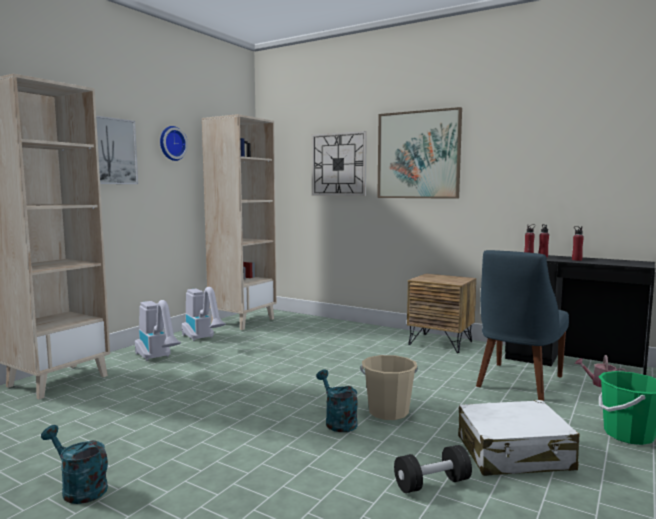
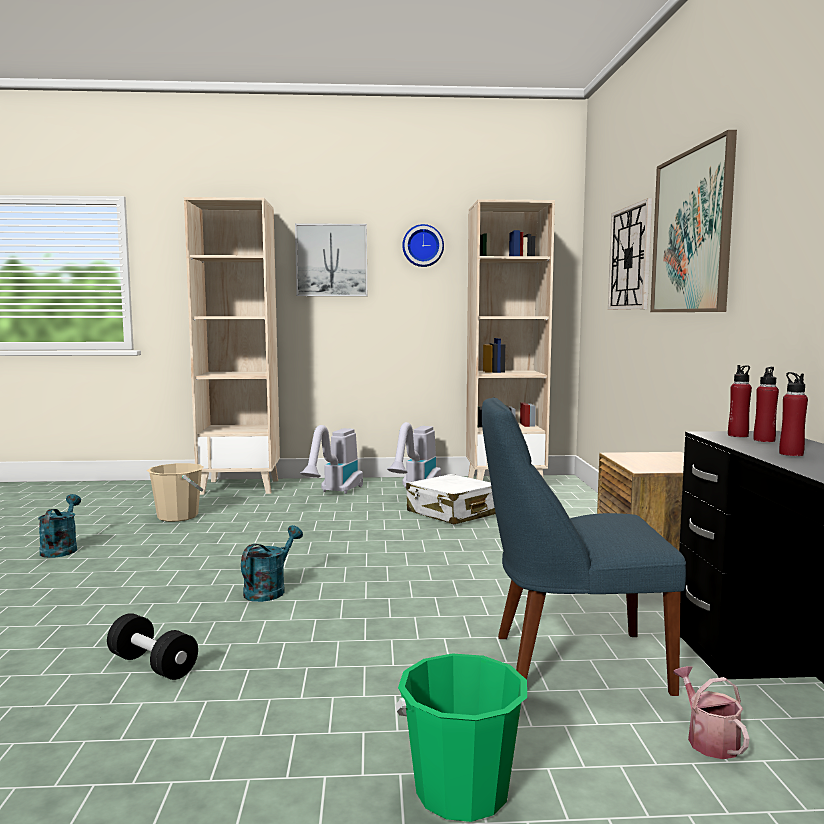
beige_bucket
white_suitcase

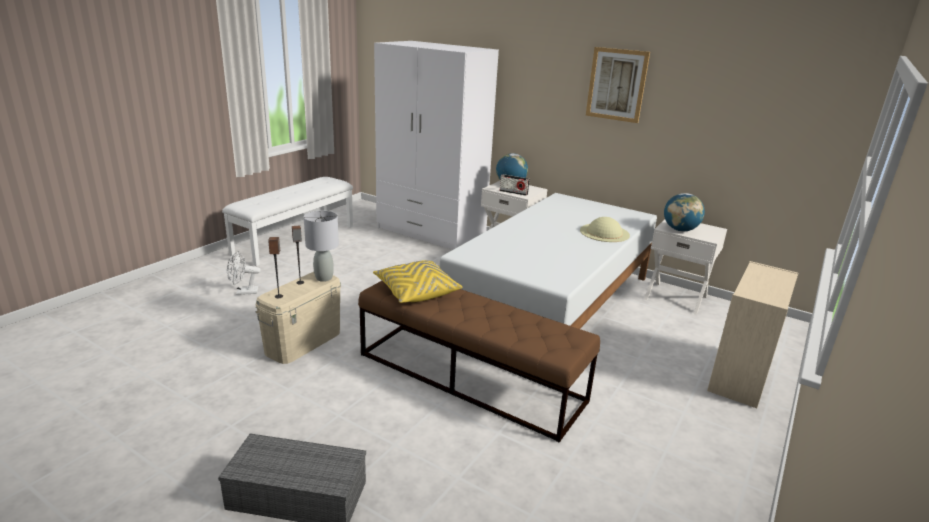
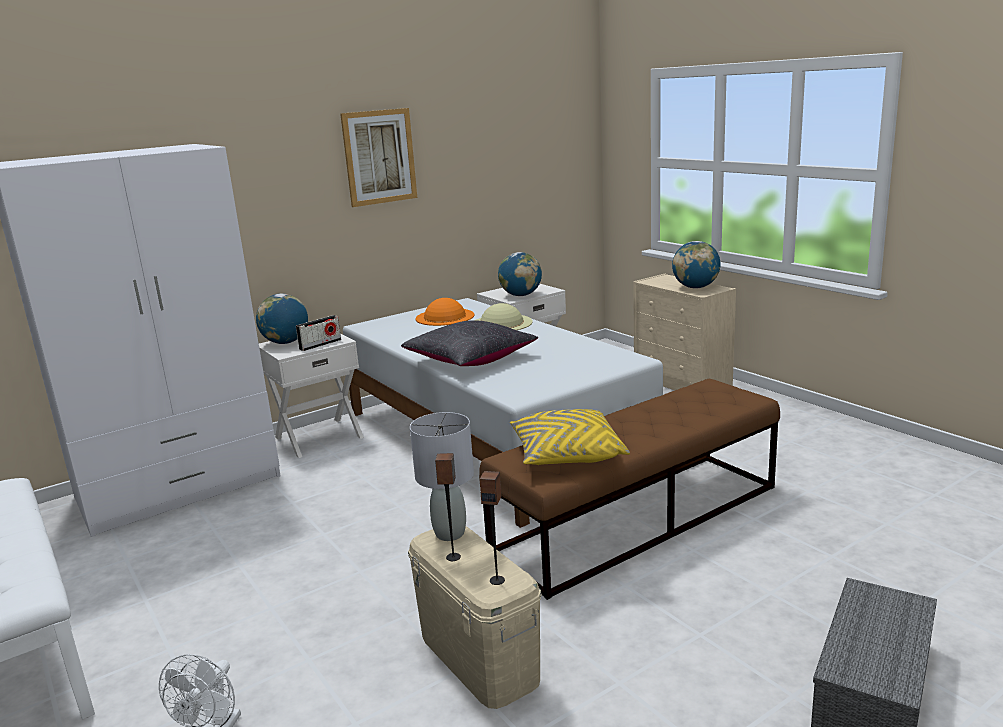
black_pillow
orange_hat
globe (3rd from left)

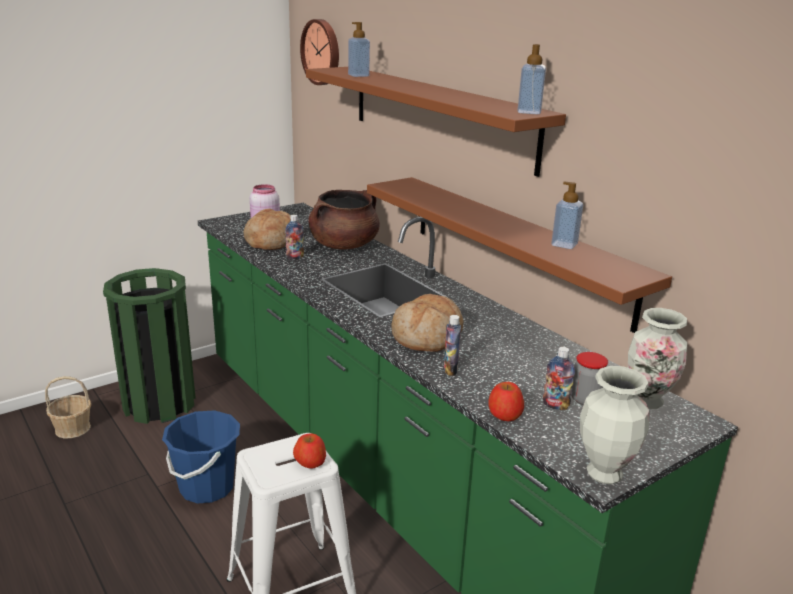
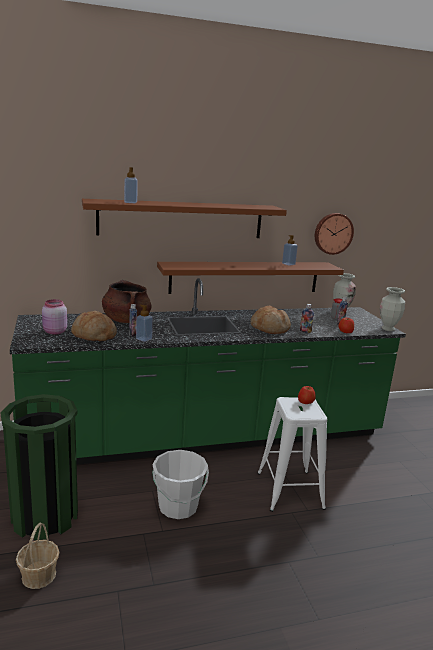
soap_dispenser (2nd from left)
white_bucket
wall_clock

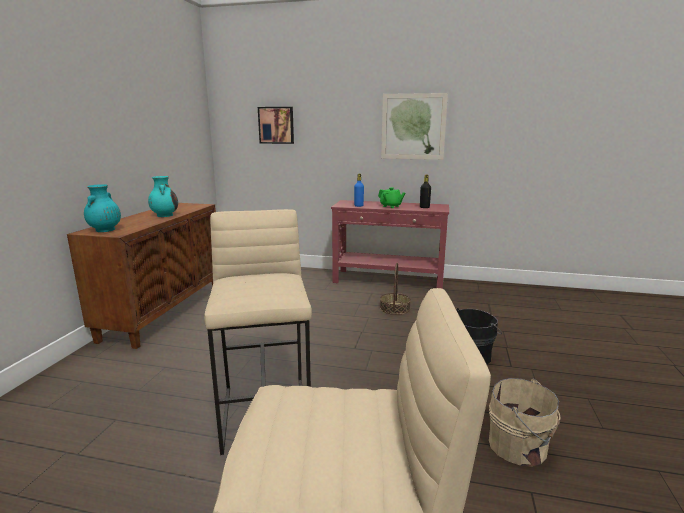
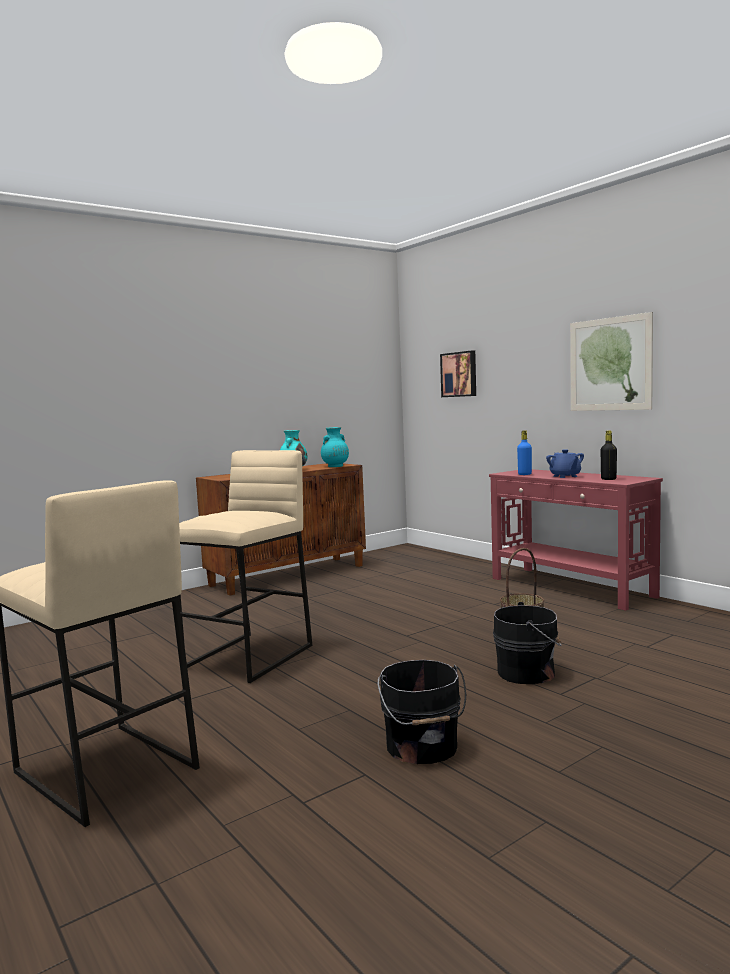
turquoise_vase (2nd from left)
black_bucket (1st from left)
blue_teapot

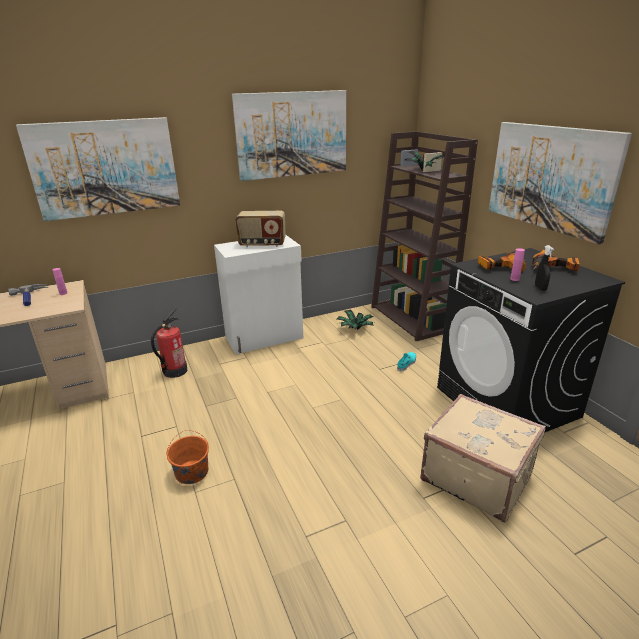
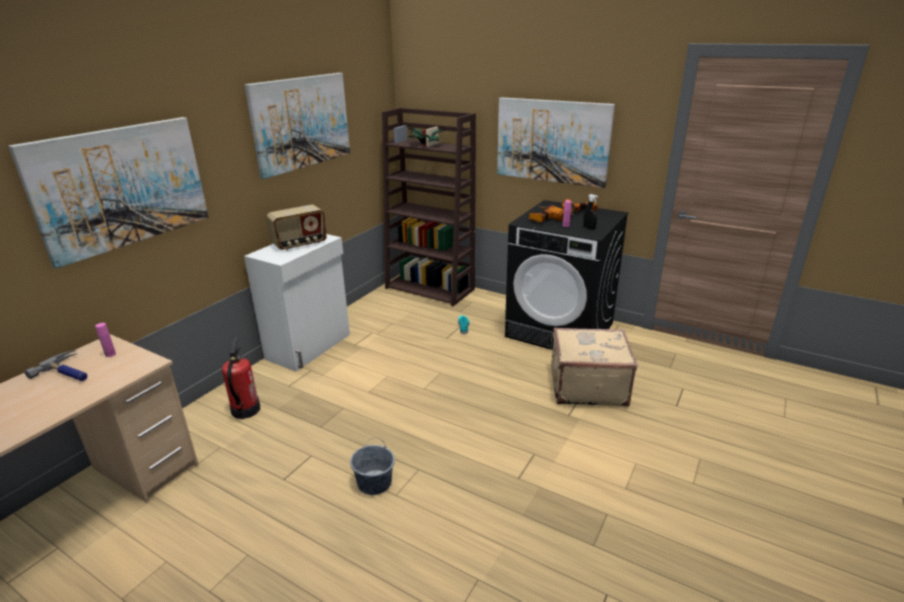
grey_bucket
potted_plant (1st from left in the first image)

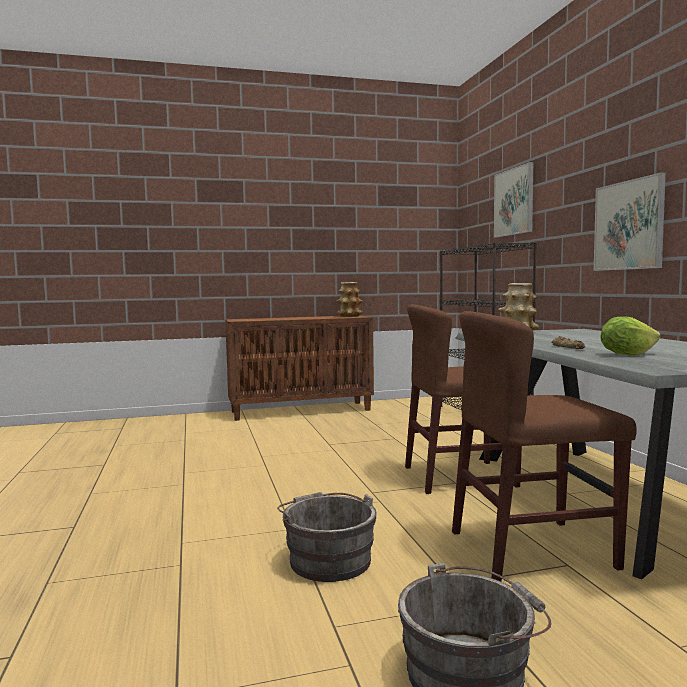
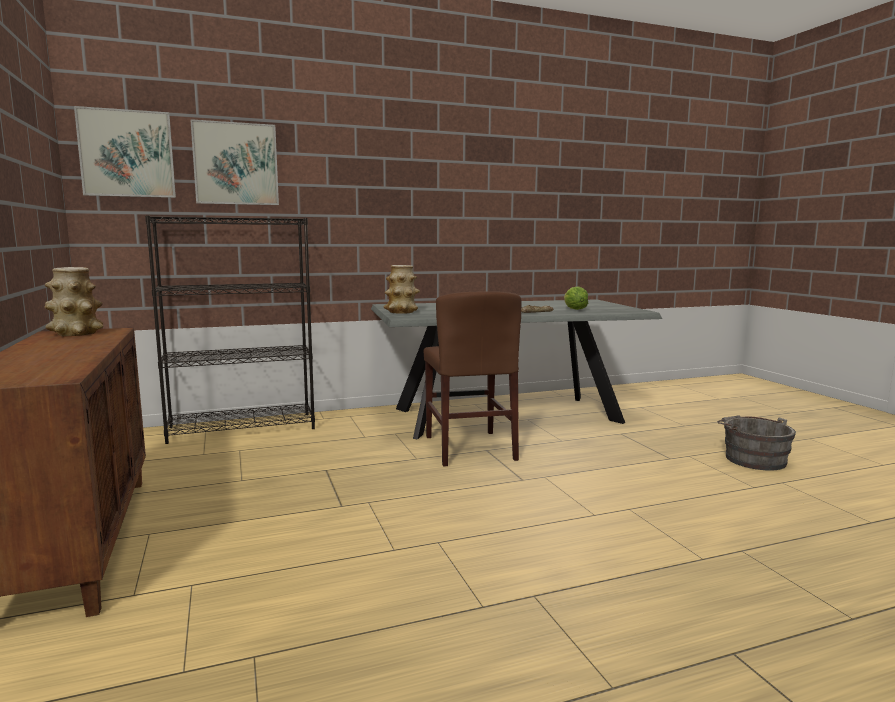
picture (1st from left)
grey_bucket (1st from left in the first image)
brown_chair (2nd from left in the first image)

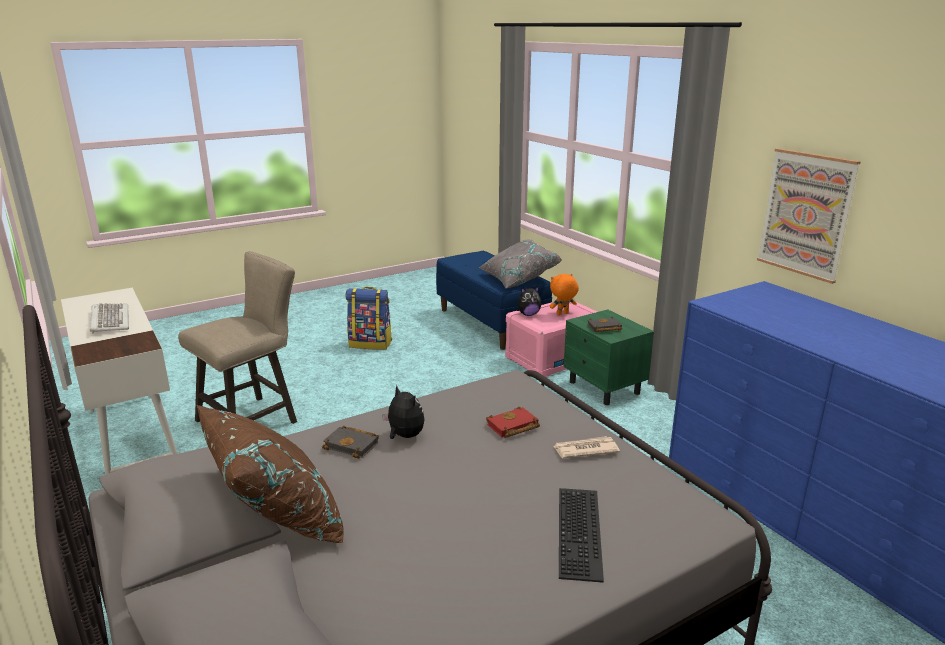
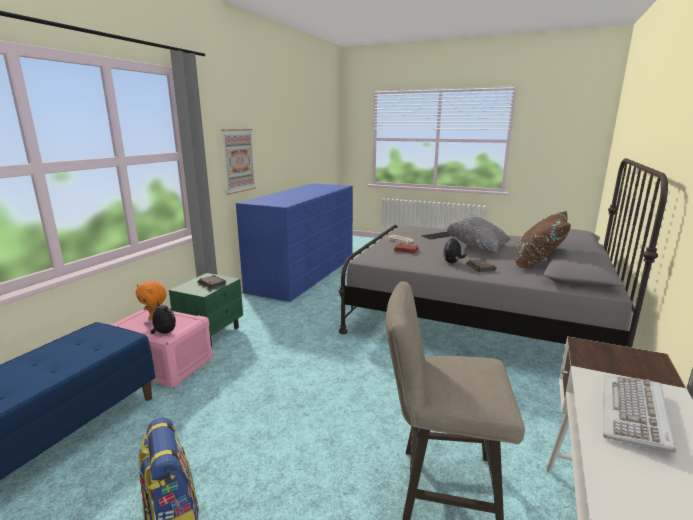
grey_pillow

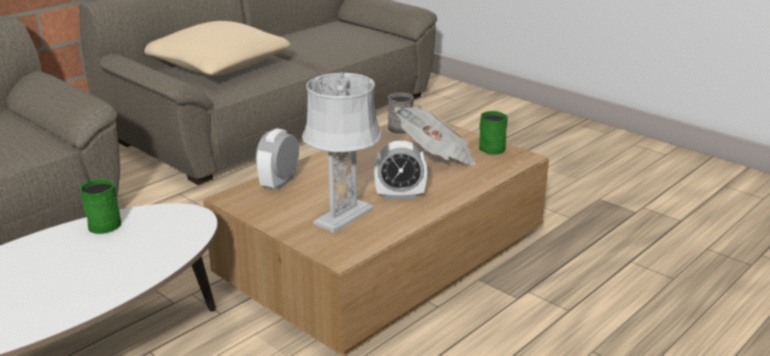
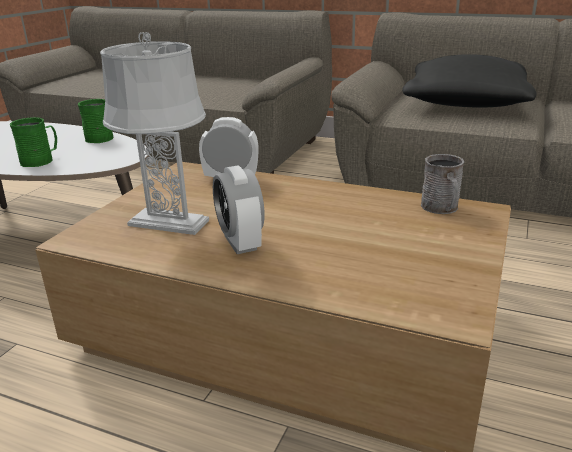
green_mug (1st from left)
black_pillow
newspaper

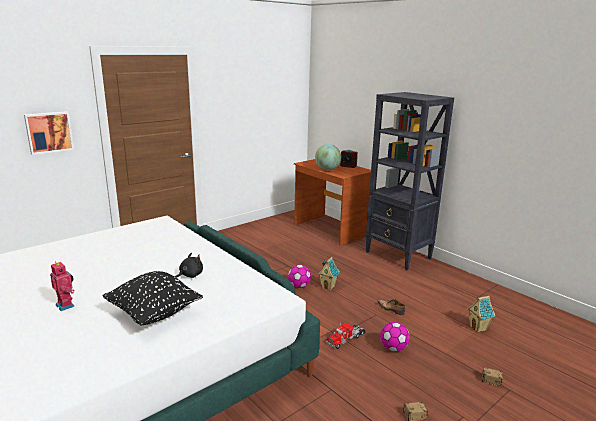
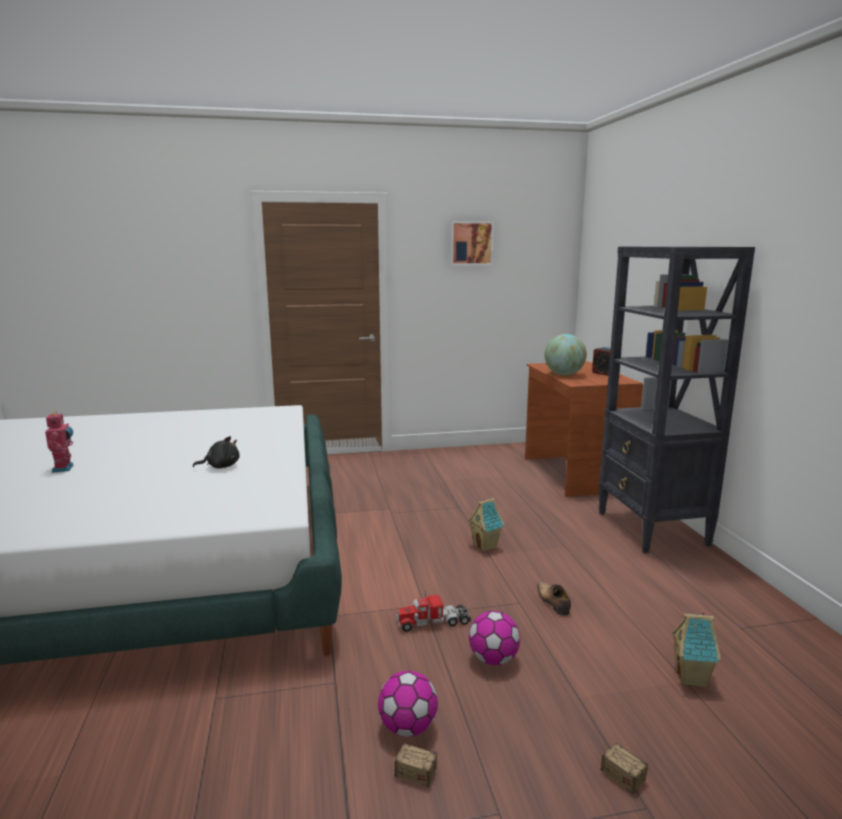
football (1st from left)
picture
black_pillow

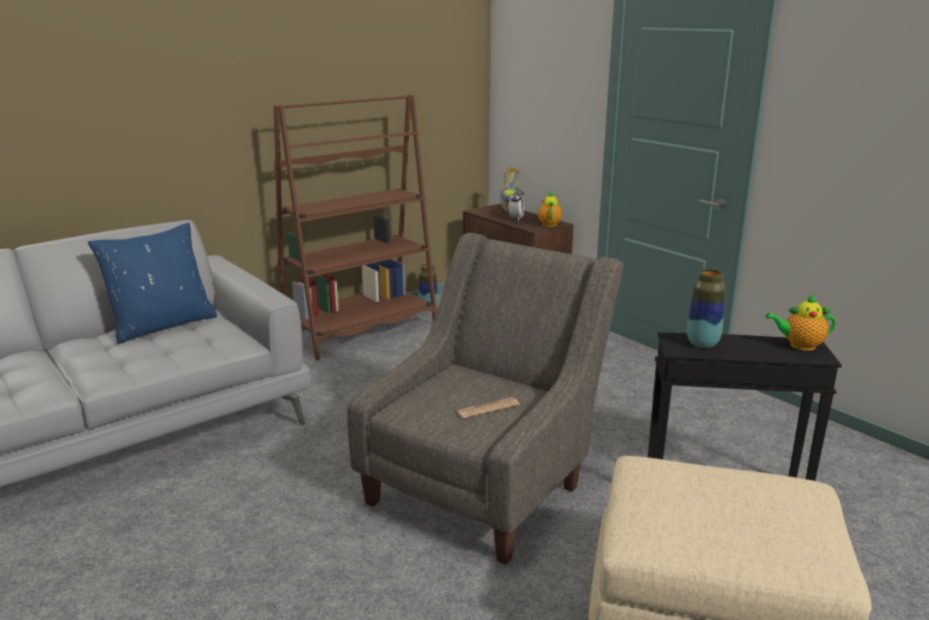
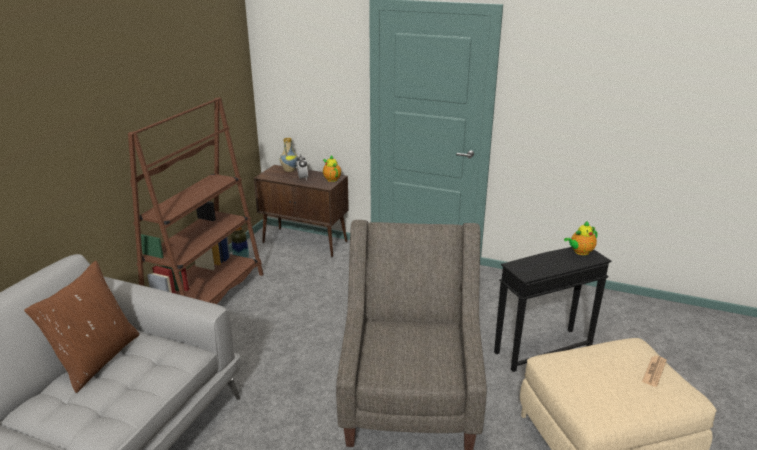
brown_pillow
newspaper
vase (3rd from left in the first image)

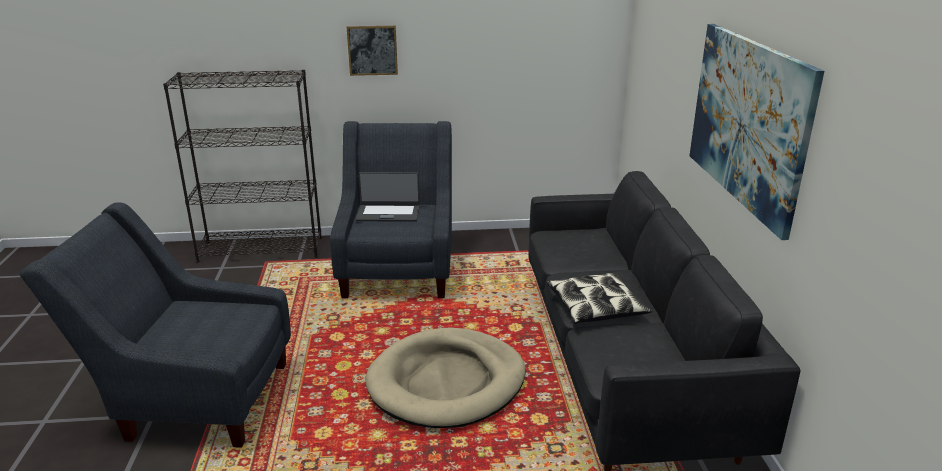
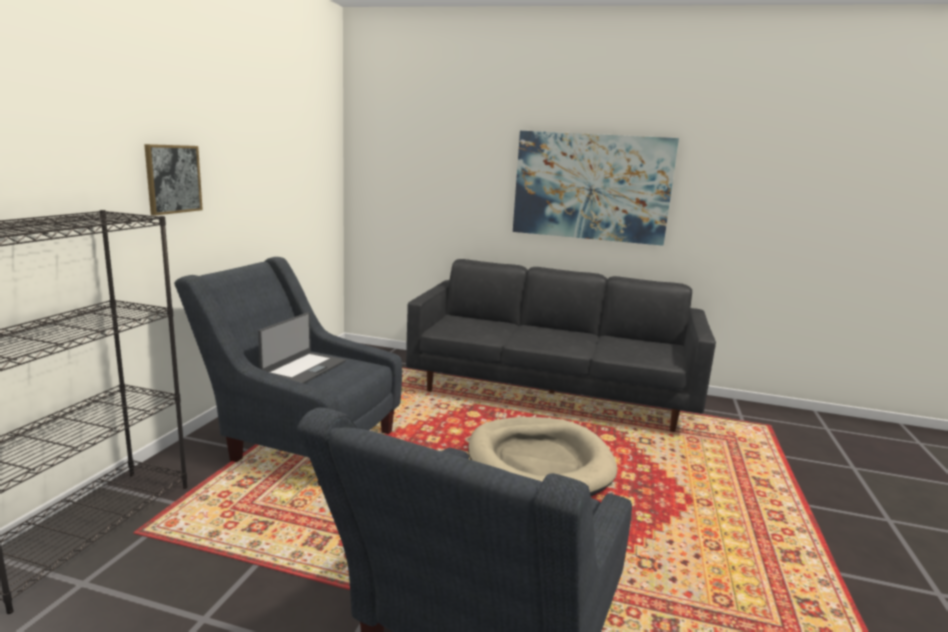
pillow

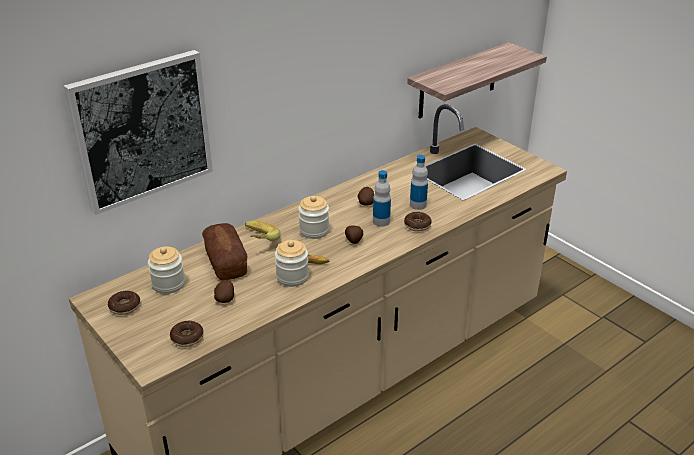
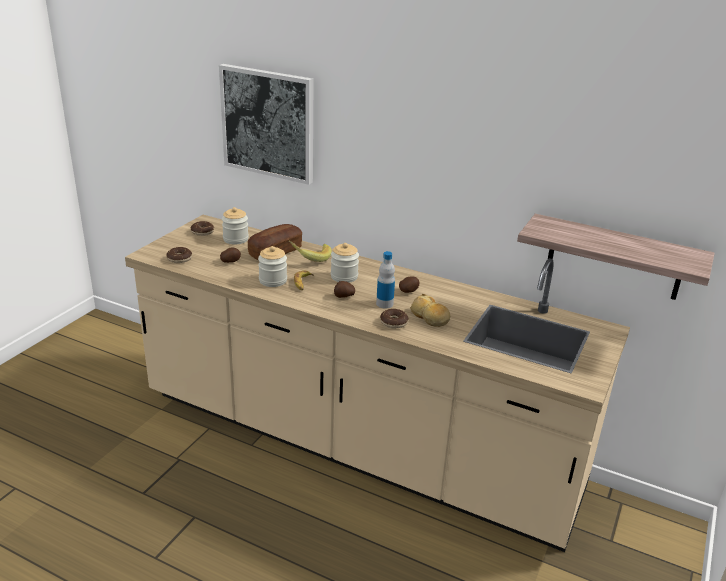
bread (2nd from left)

